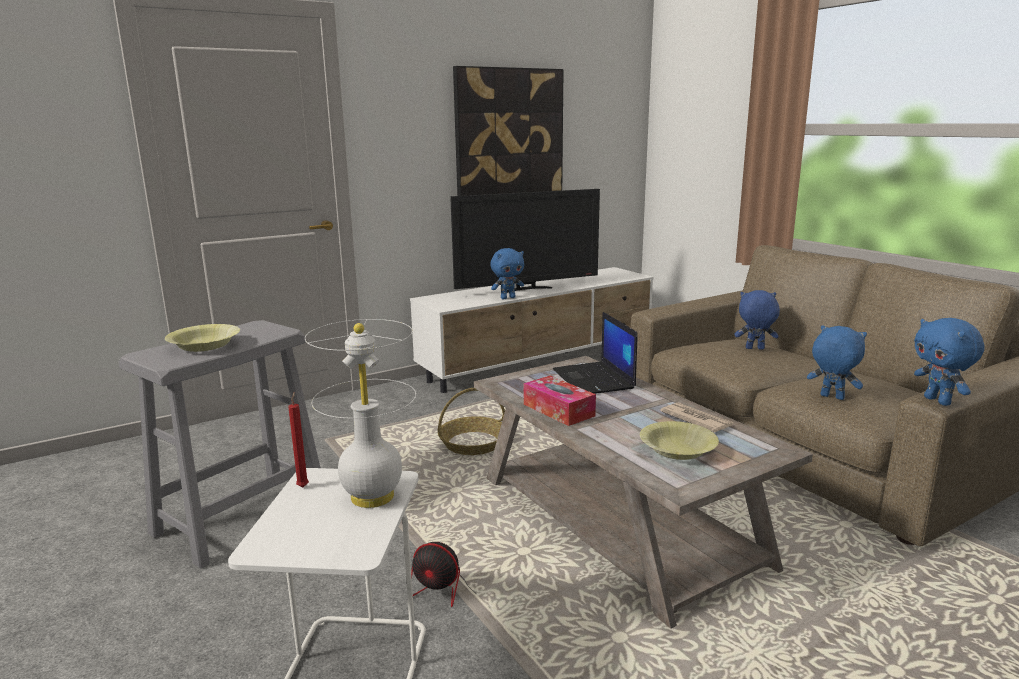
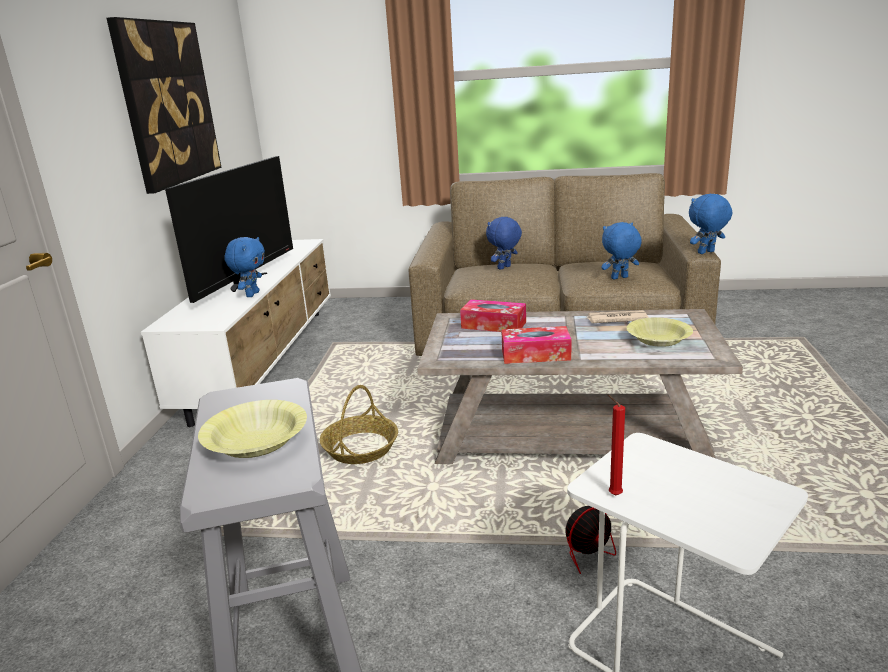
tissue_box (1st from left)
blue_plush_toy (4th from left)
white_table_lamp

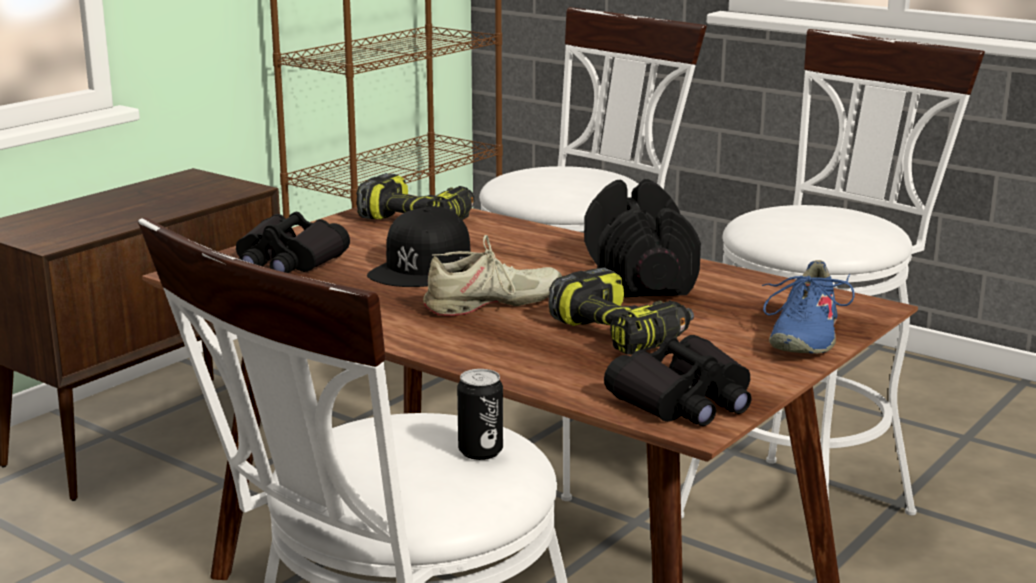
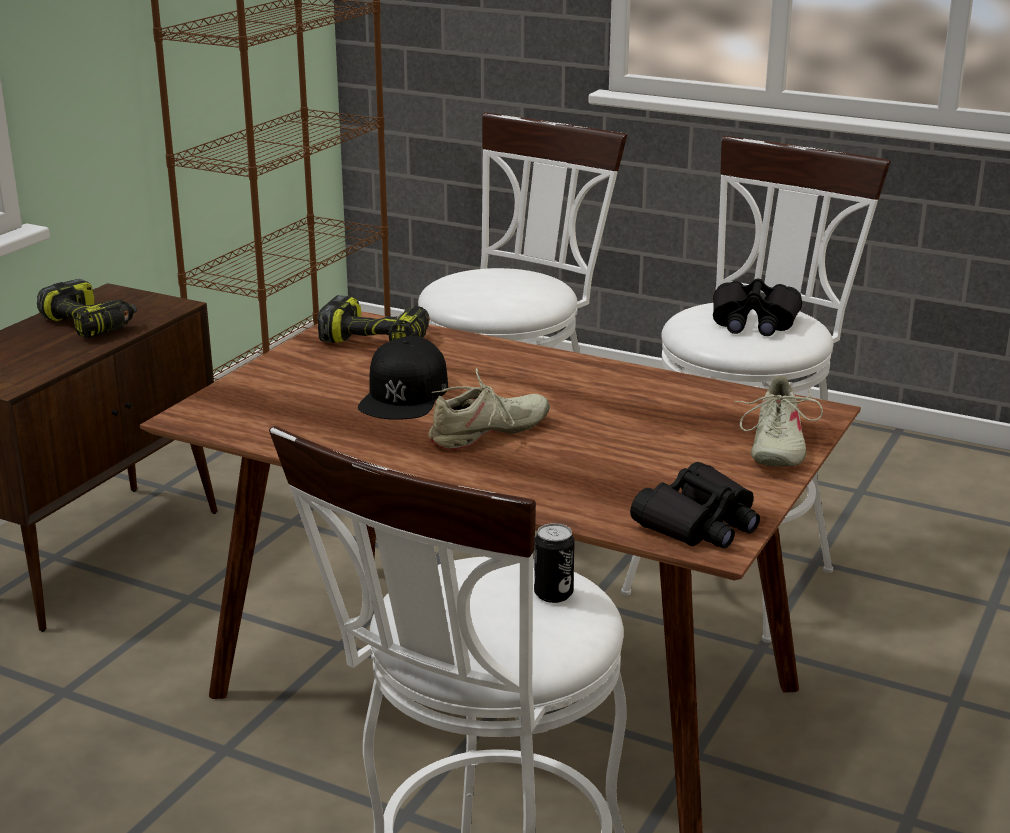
power_drill (1st from left)
black_binoculars (2nd from left)
beige_shoe (2nd from left)
black_dumbbell

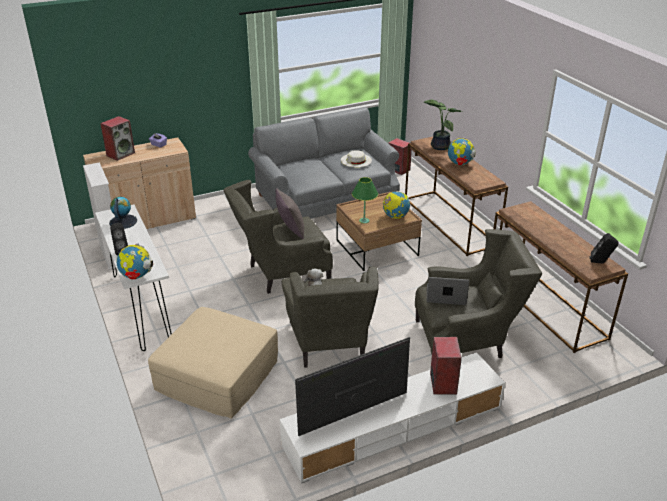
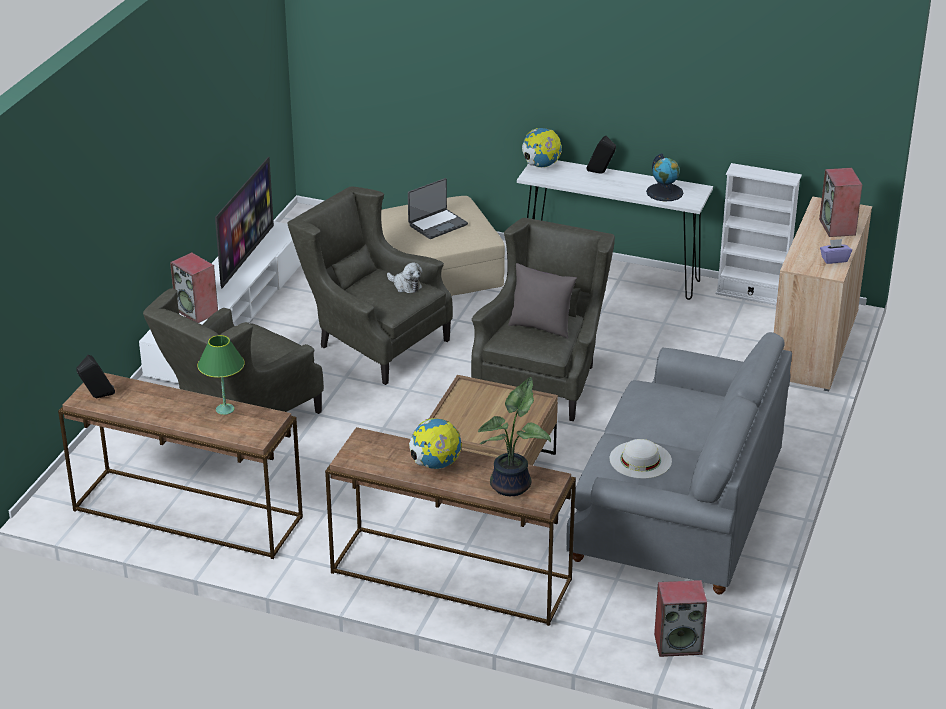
green_table_lamp
laptop
globe (3rd from left in the first image)

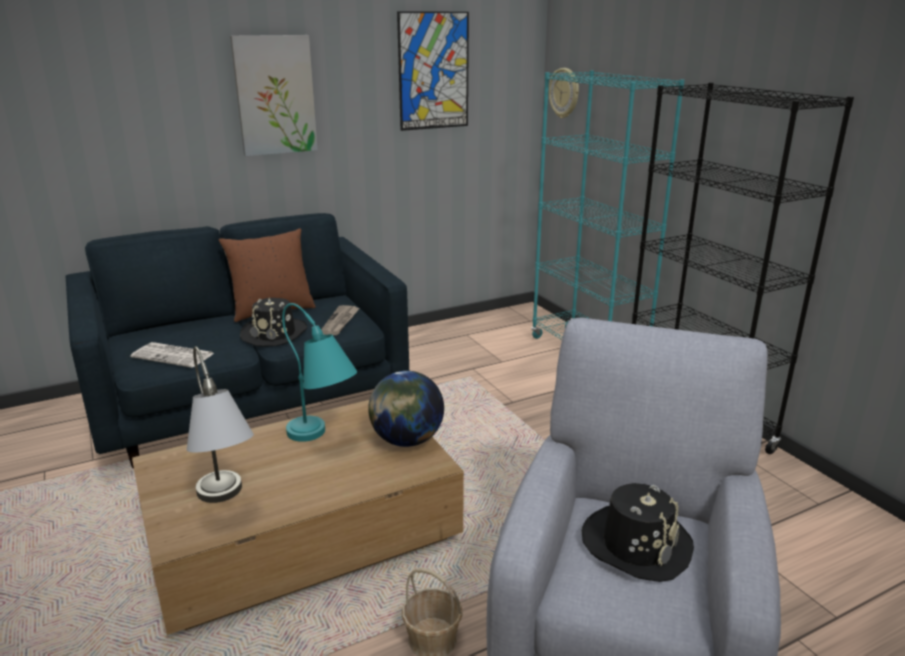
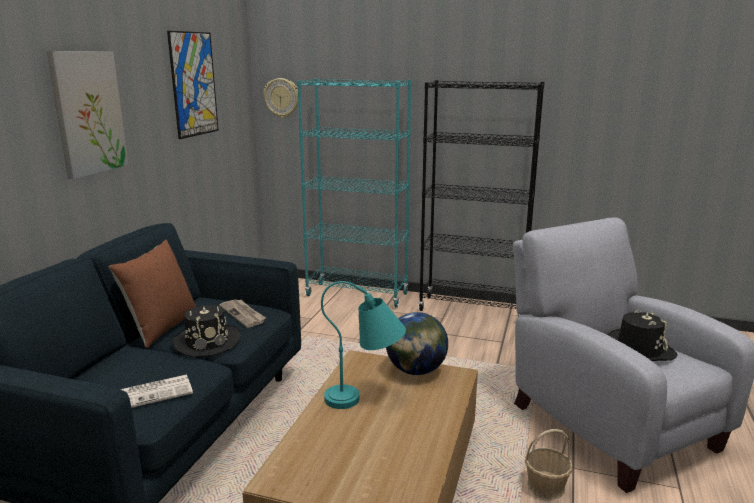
grey_table_lamp

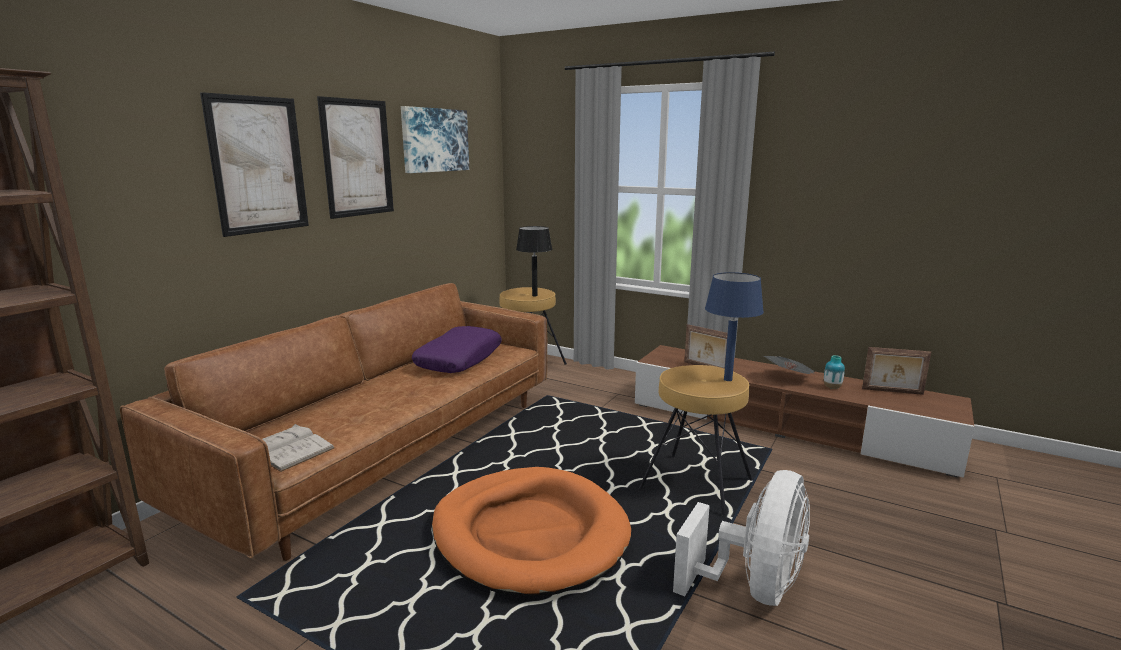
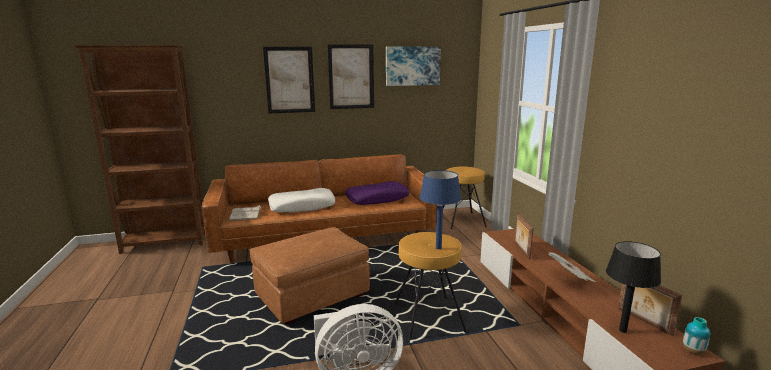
brown_ottoman
white_pillow
black_table_lamp
vase

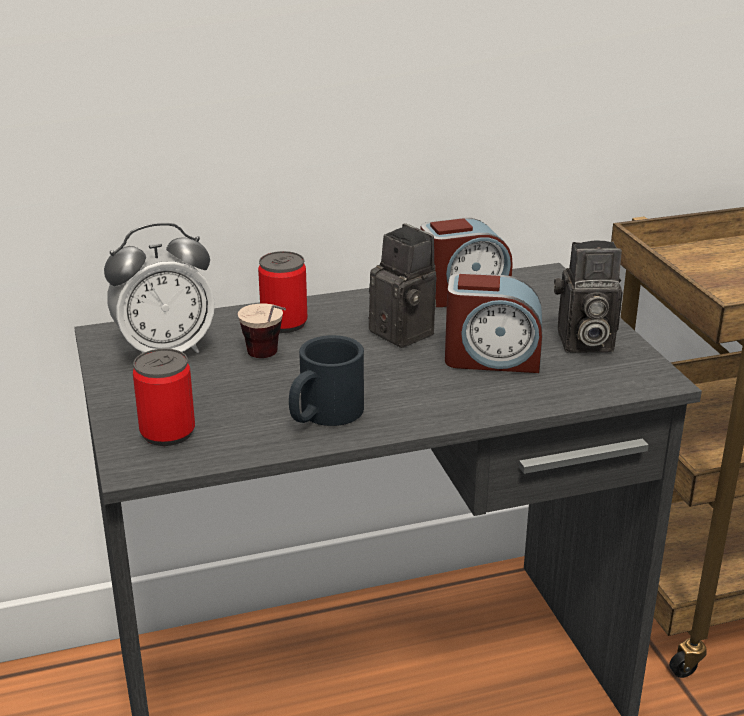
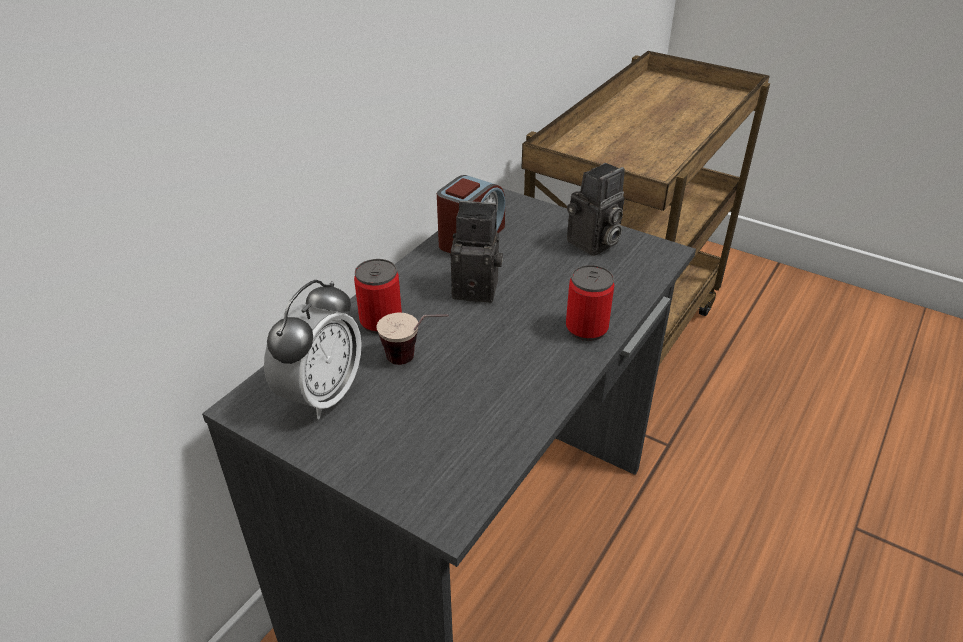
can (2nd from left)
black_mug
alarm_clock (3rd from left in the first image)

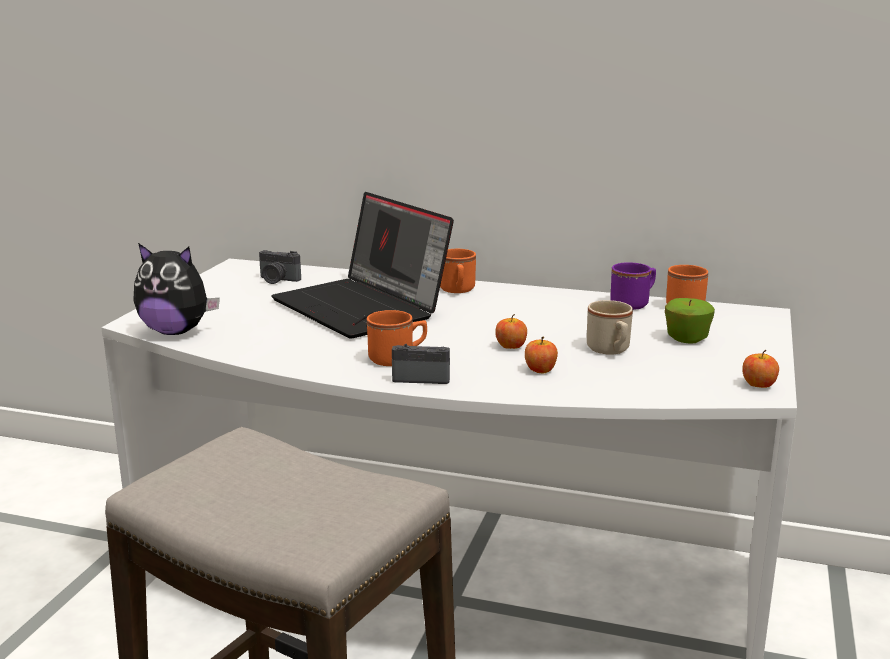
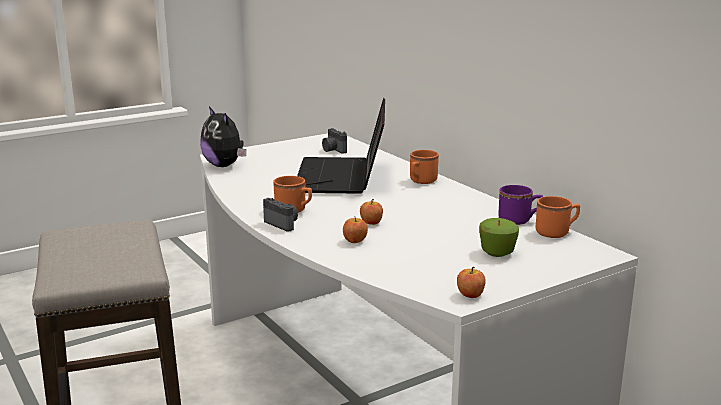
beige_mug

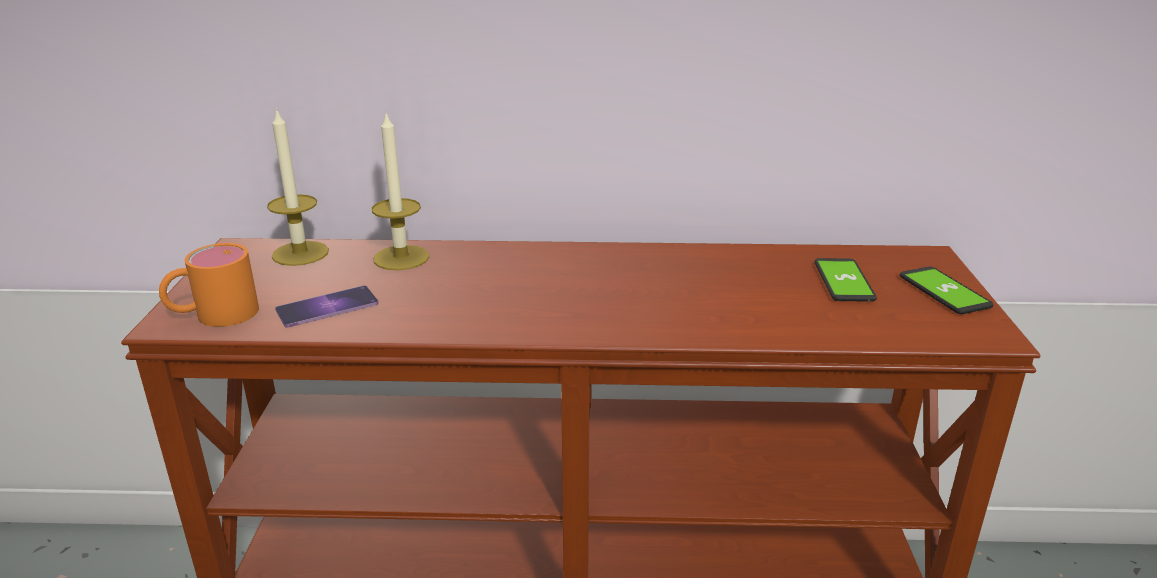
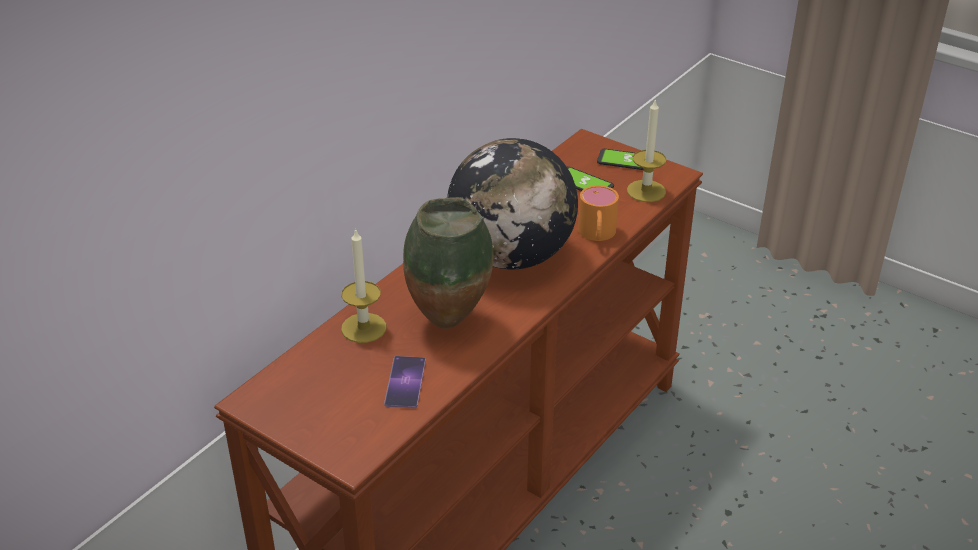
vase
globe
orange_mug
candle (2nd from left)

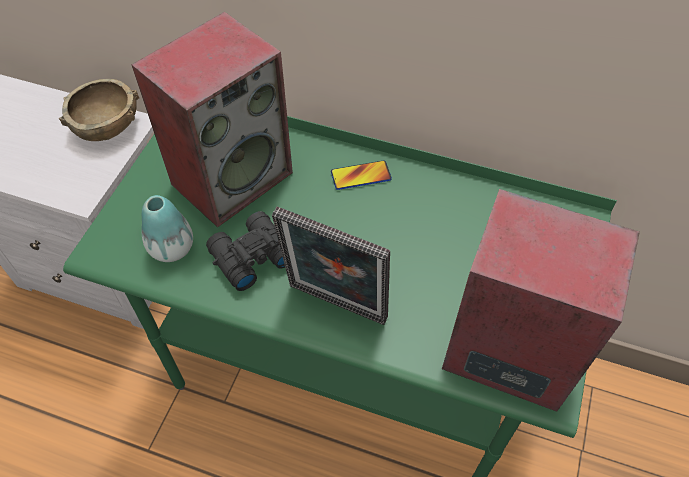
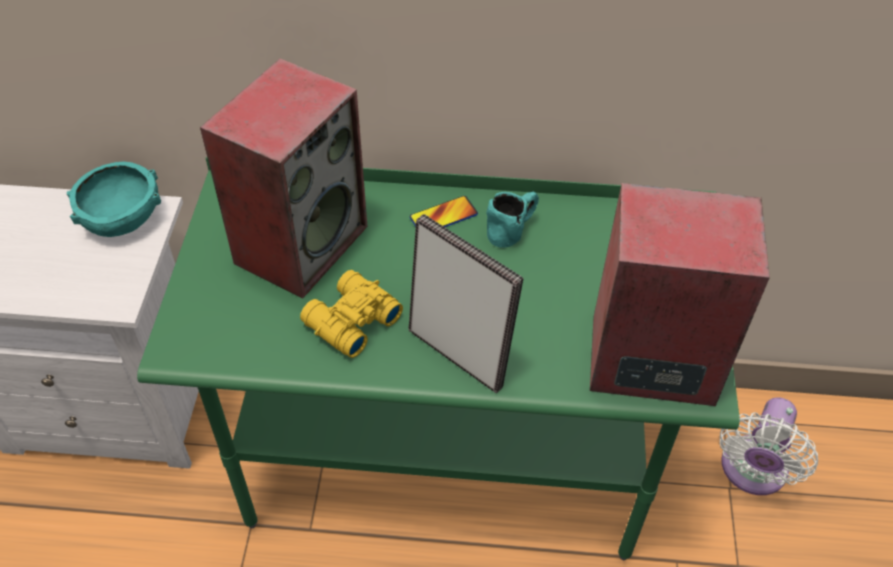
turquoise_bowl
yellow_binoculars
picture_frame
turquoise_mug
white_fan
vase

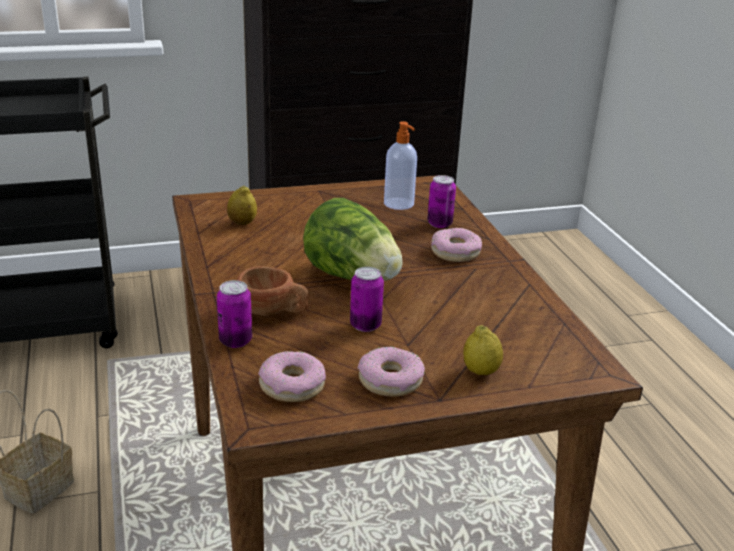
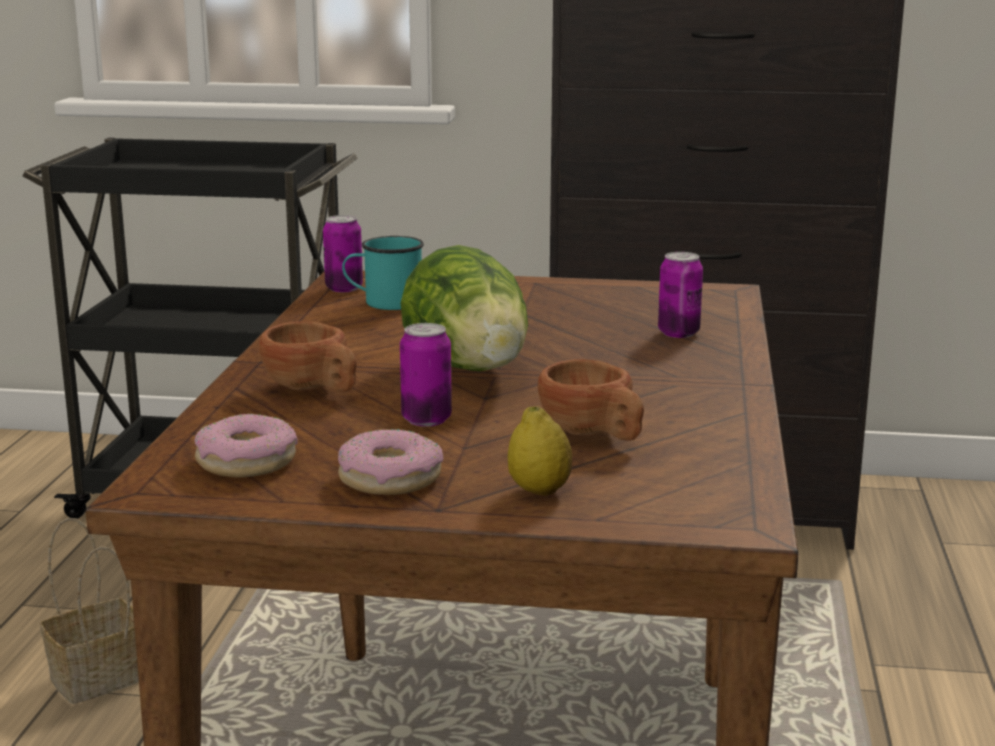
can (1st from left)
turquoise_mug
brown_cup (2nd from left)
soap_dispenser
donut (3rd from left in the first image)

